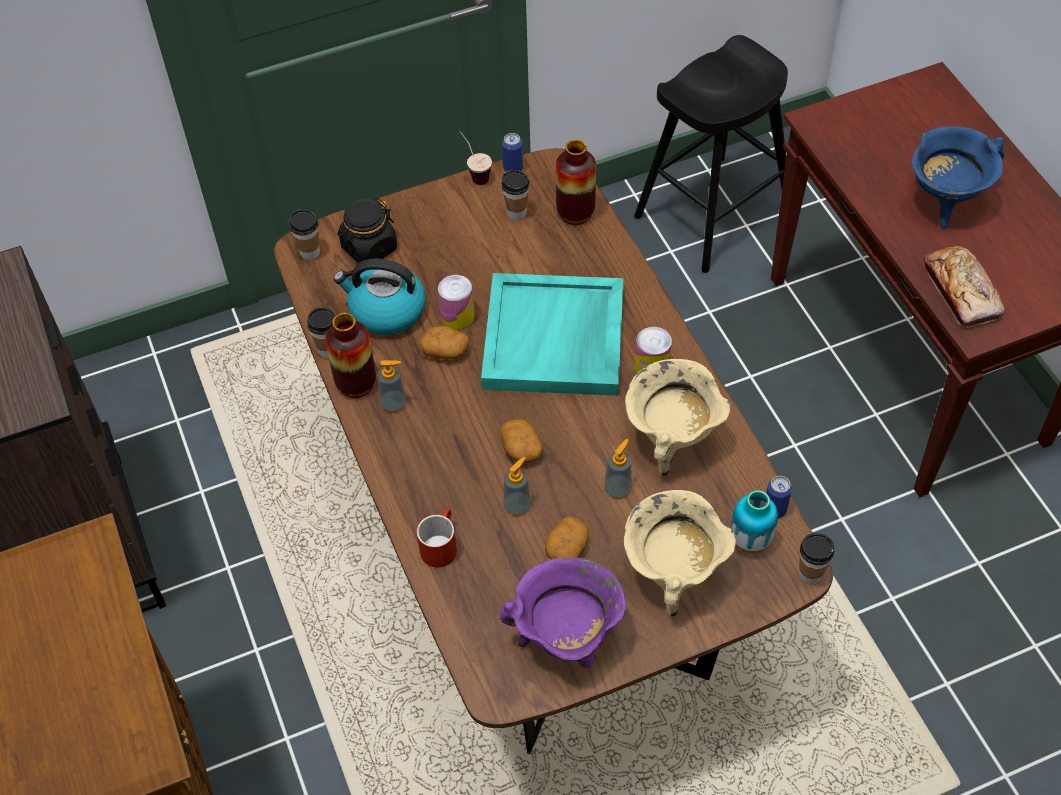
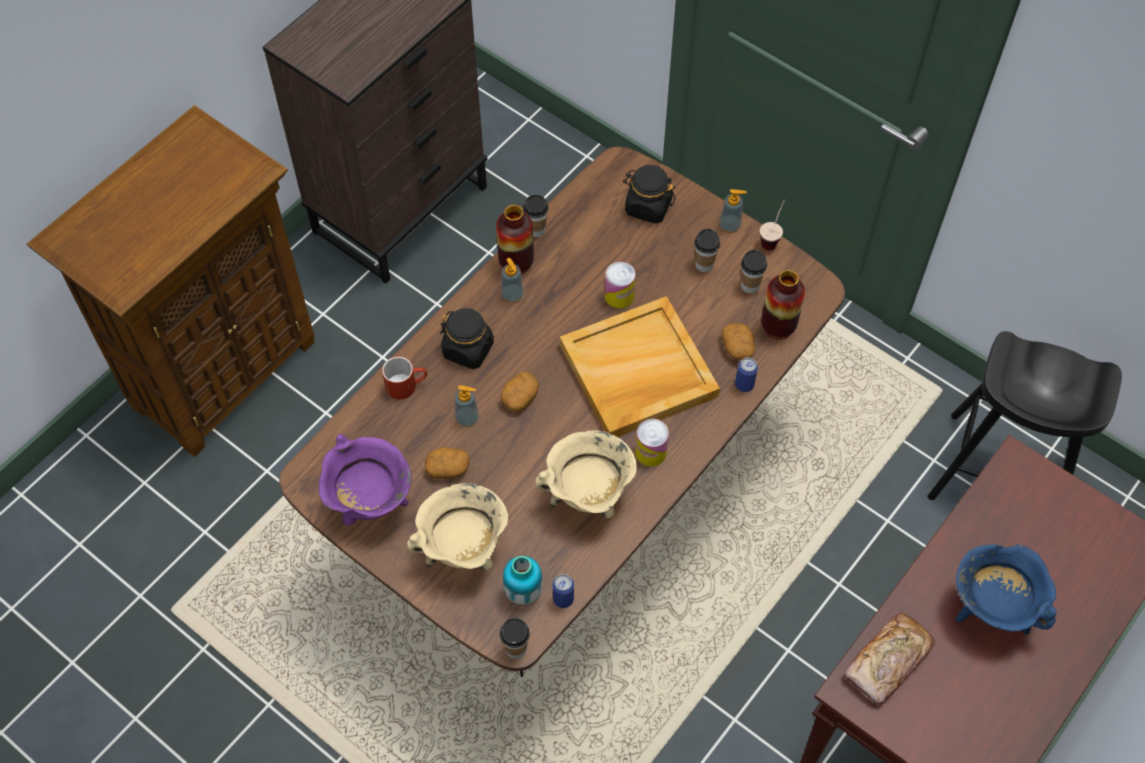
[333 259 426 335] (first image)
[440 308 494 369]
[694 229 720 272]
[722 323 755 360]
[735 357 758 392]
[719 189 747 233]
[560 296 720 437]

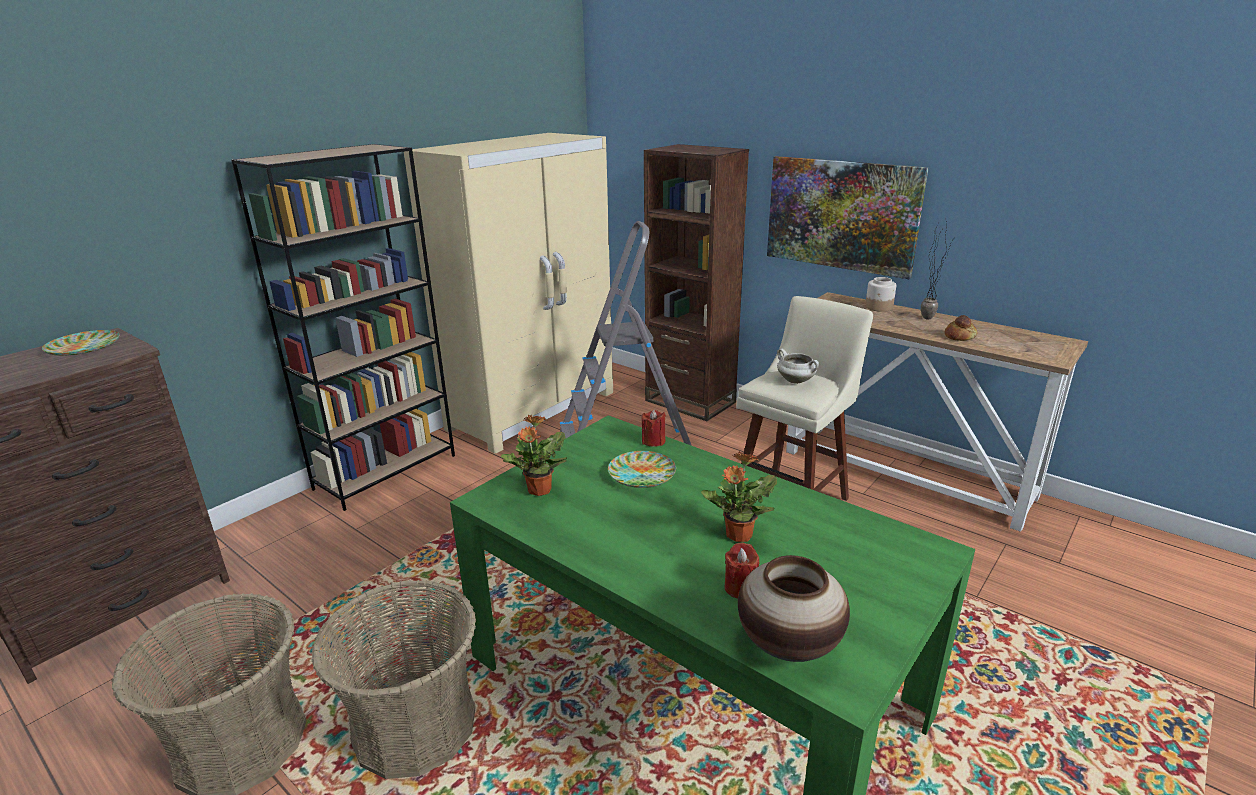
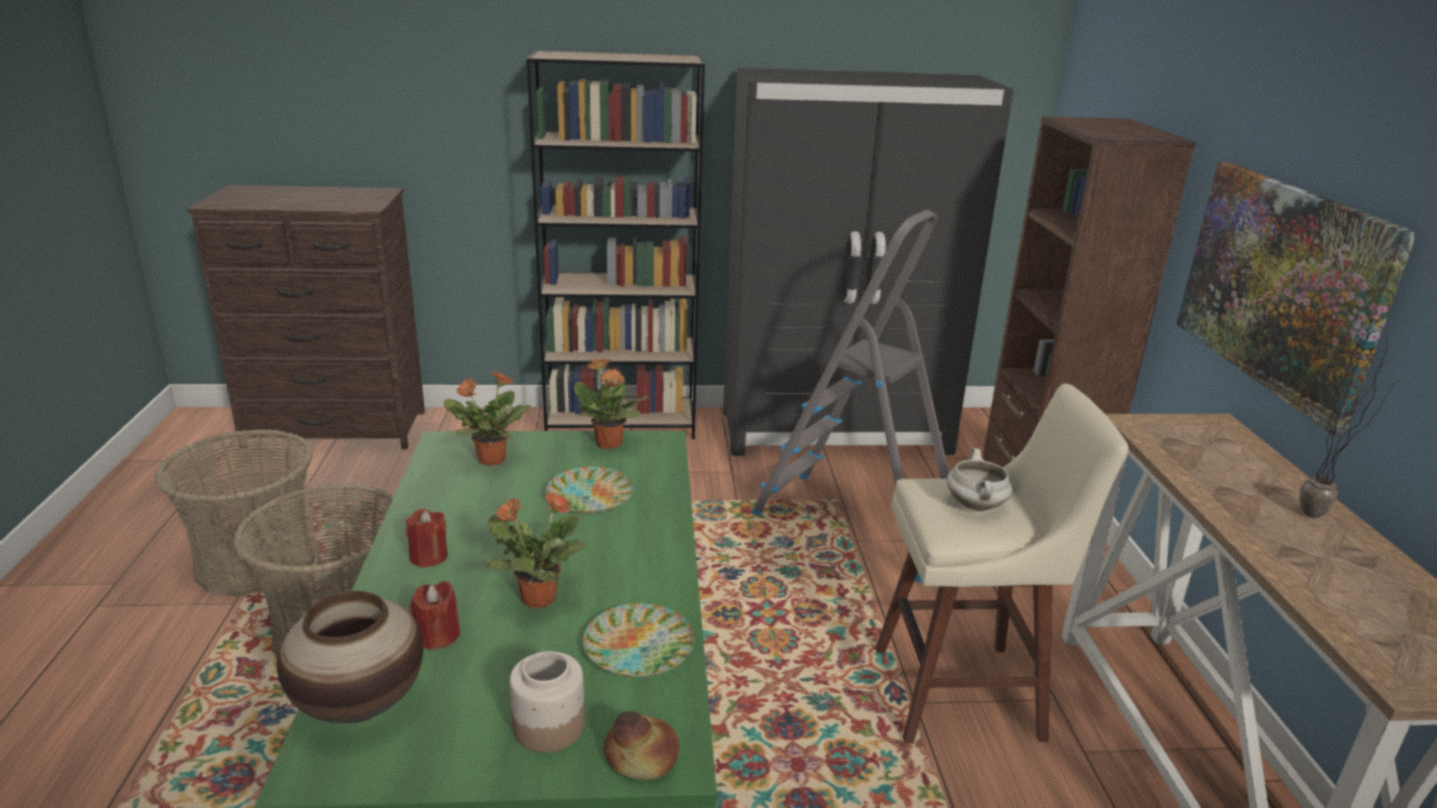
[574 358 649 449]
[583 603 695 677]
[406 509 448 568]
[510 651 585 753]
[604 711 680 780]
[723 68 1014 456]

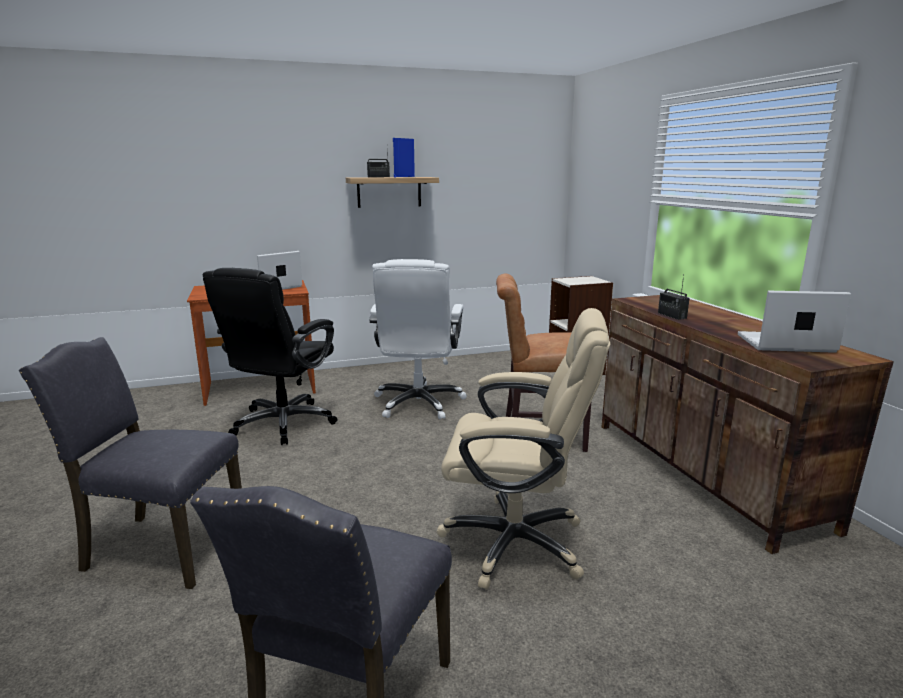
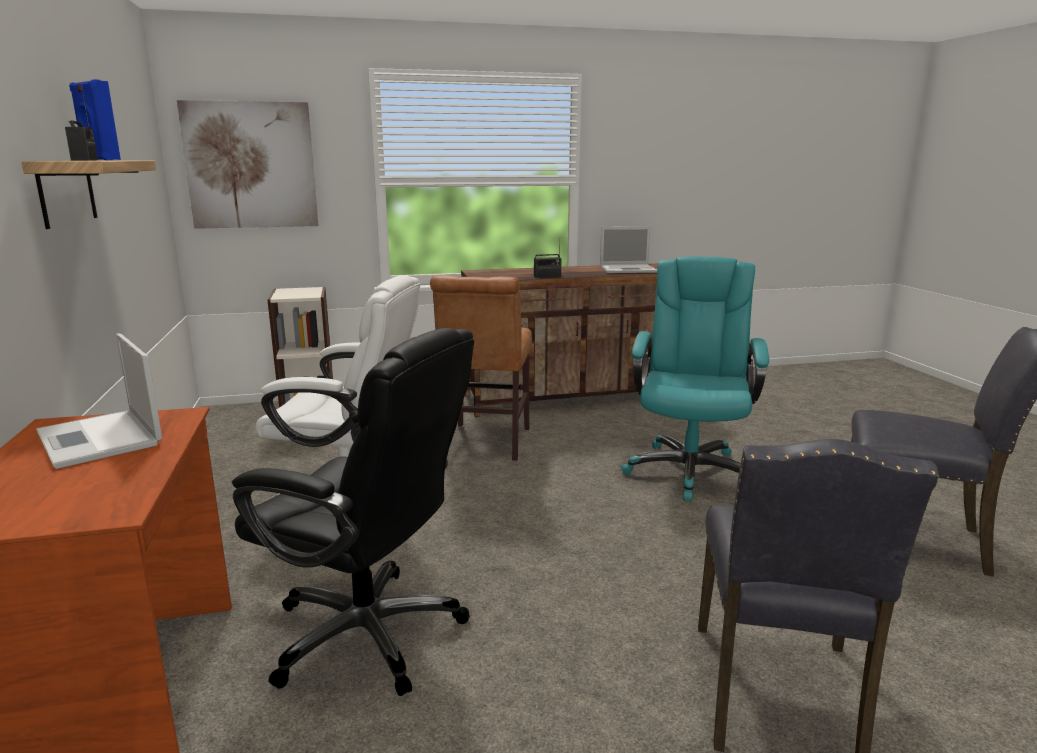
[177 100 318 229]
[621 256 769 502]
[600 226 657 273]

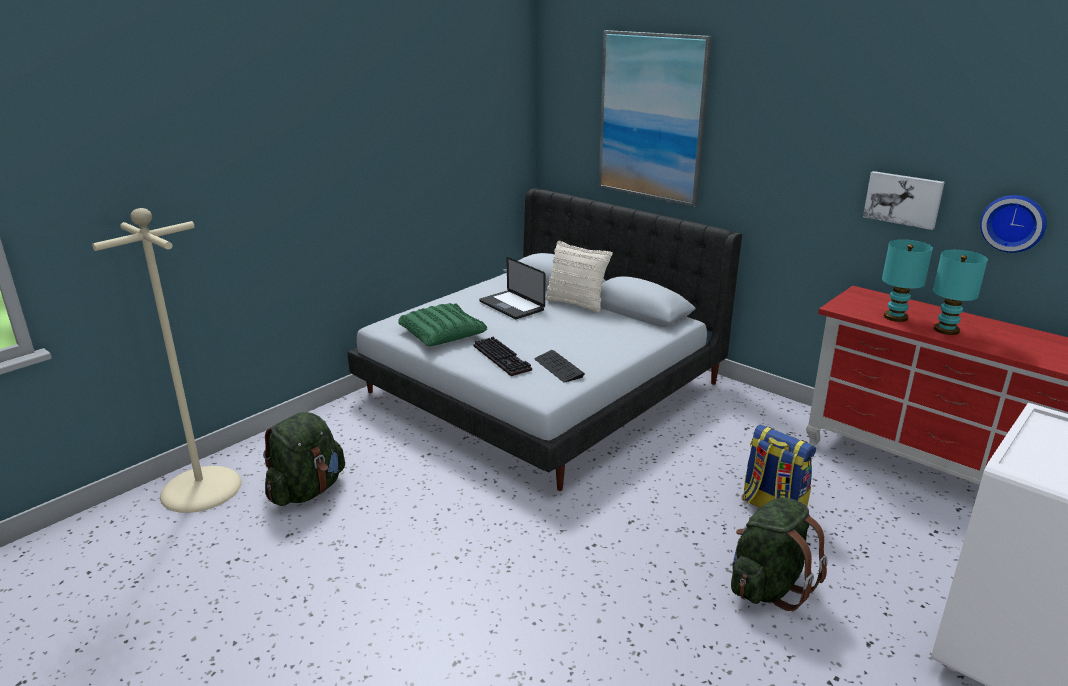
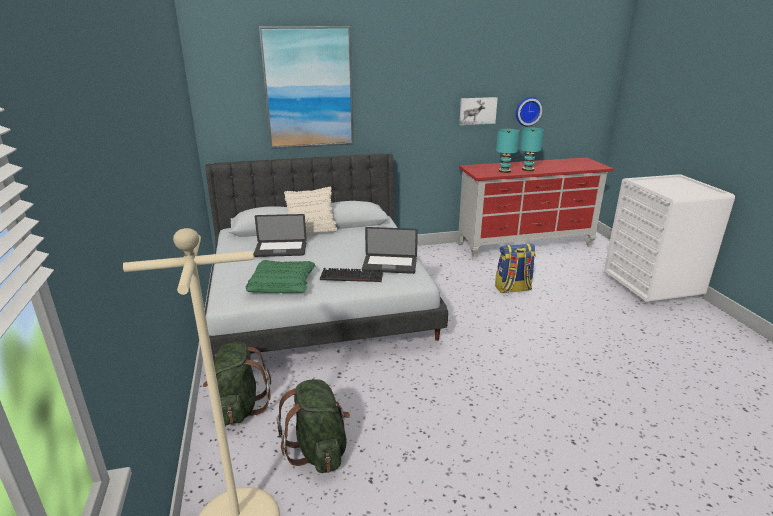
[203 342 271 425]
[362 227 418 274]

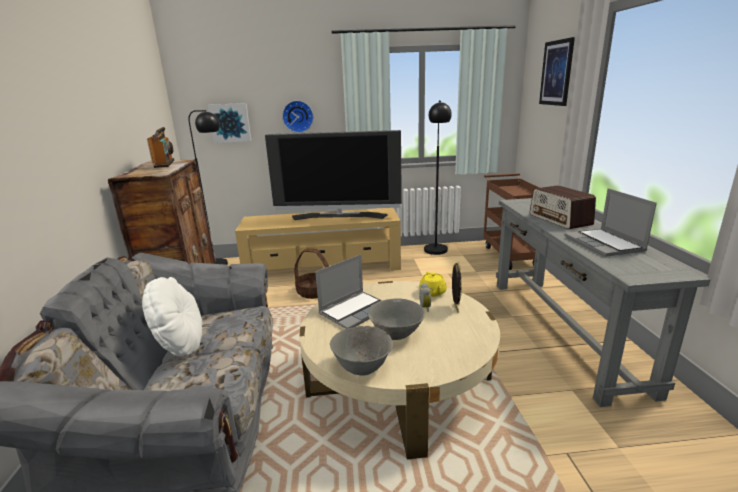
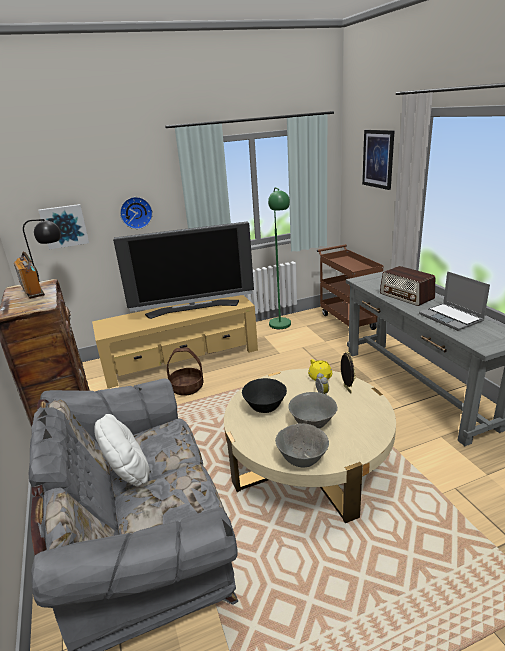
[242 378 287 413]
[268 187 291 329]

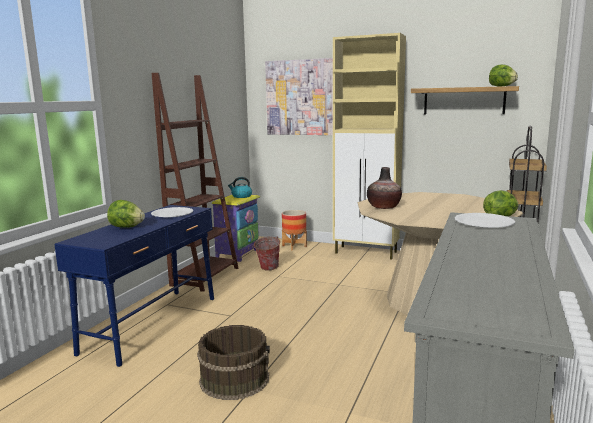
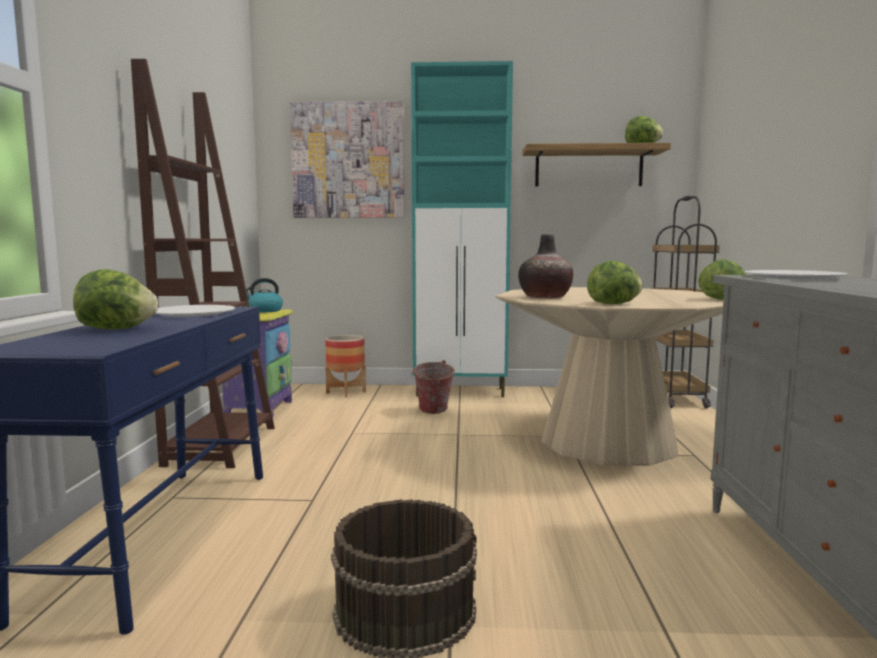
[587 261 643 304]
[411 360 455 414]
[411 61 513 397]

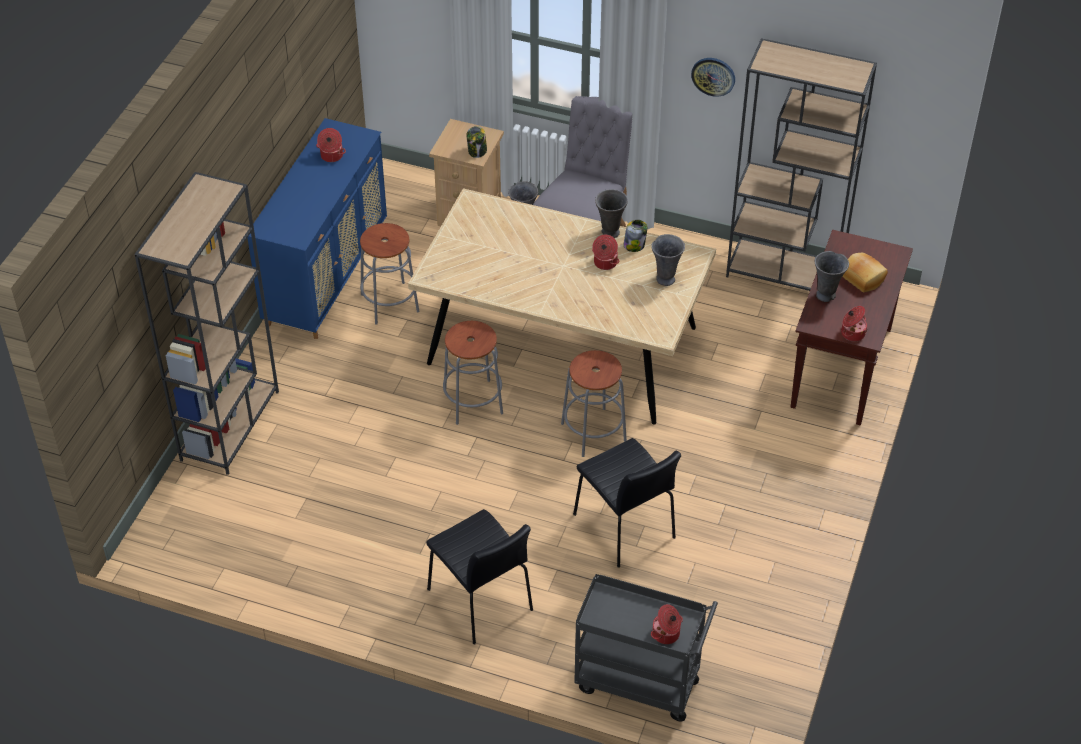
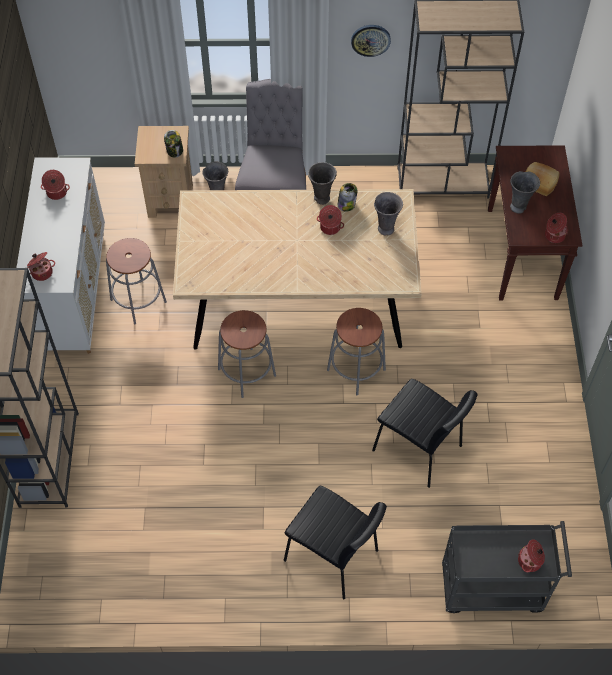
[27 252 55 281]
[16 157 105 354]

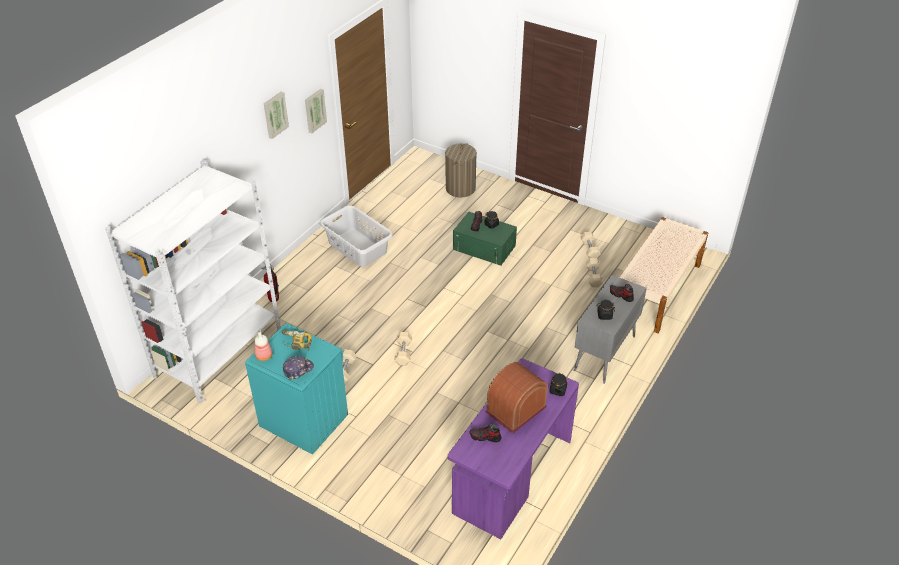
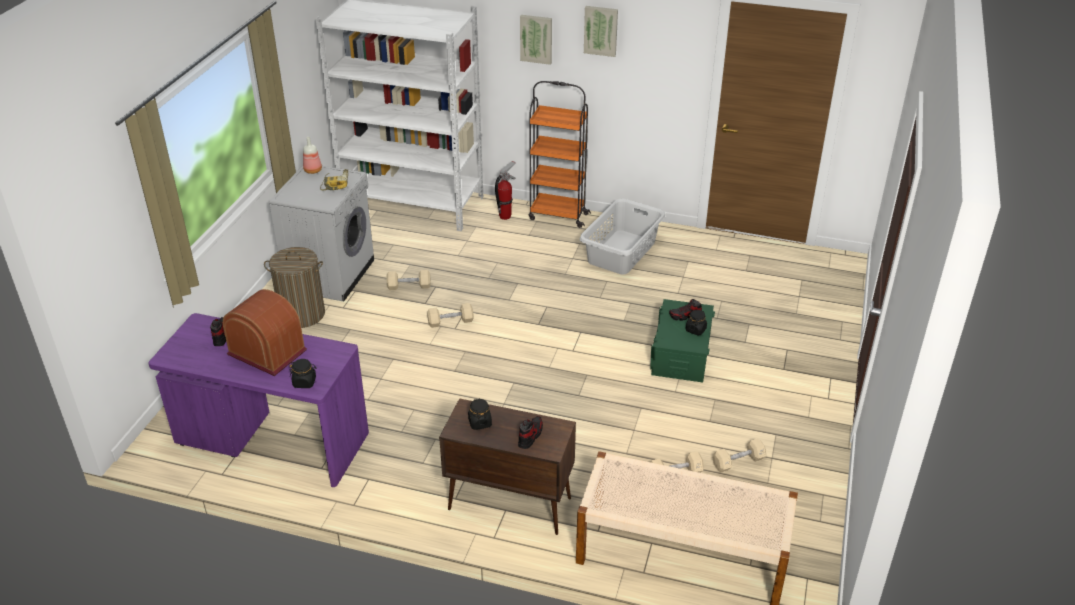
[283 356 314 380] (first image)
[528 81 591 228]
[520 15 552 65]
[264 247 325 328]
[269 165 374 302]
[439 398 576 535]

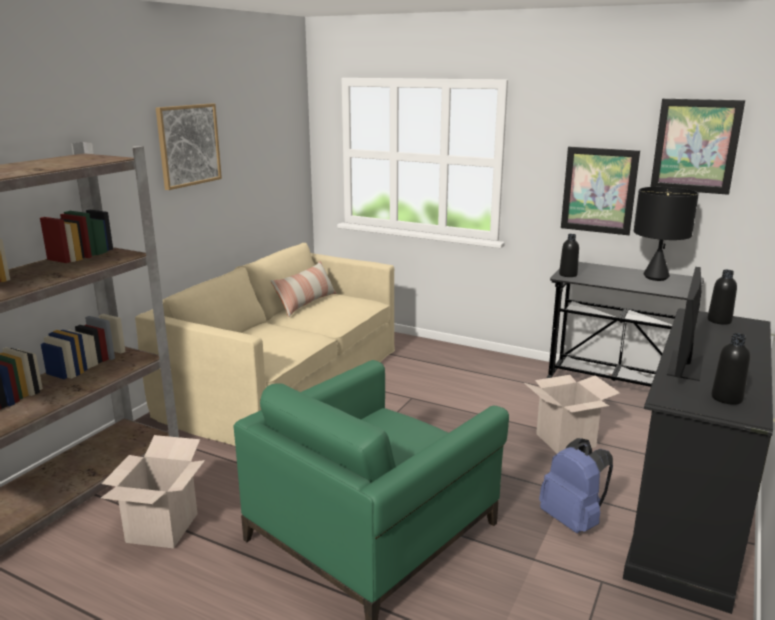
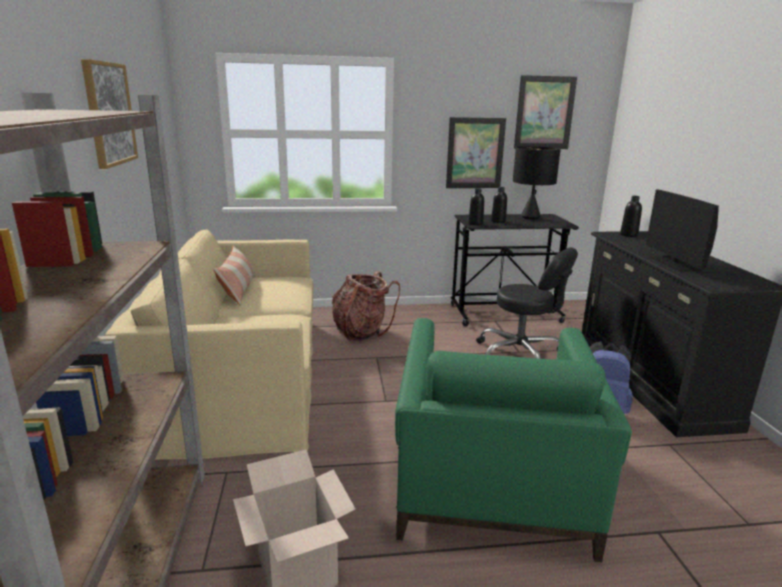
[332 271 400 341]
[491 187 507 223]
[476 247 578 359]

